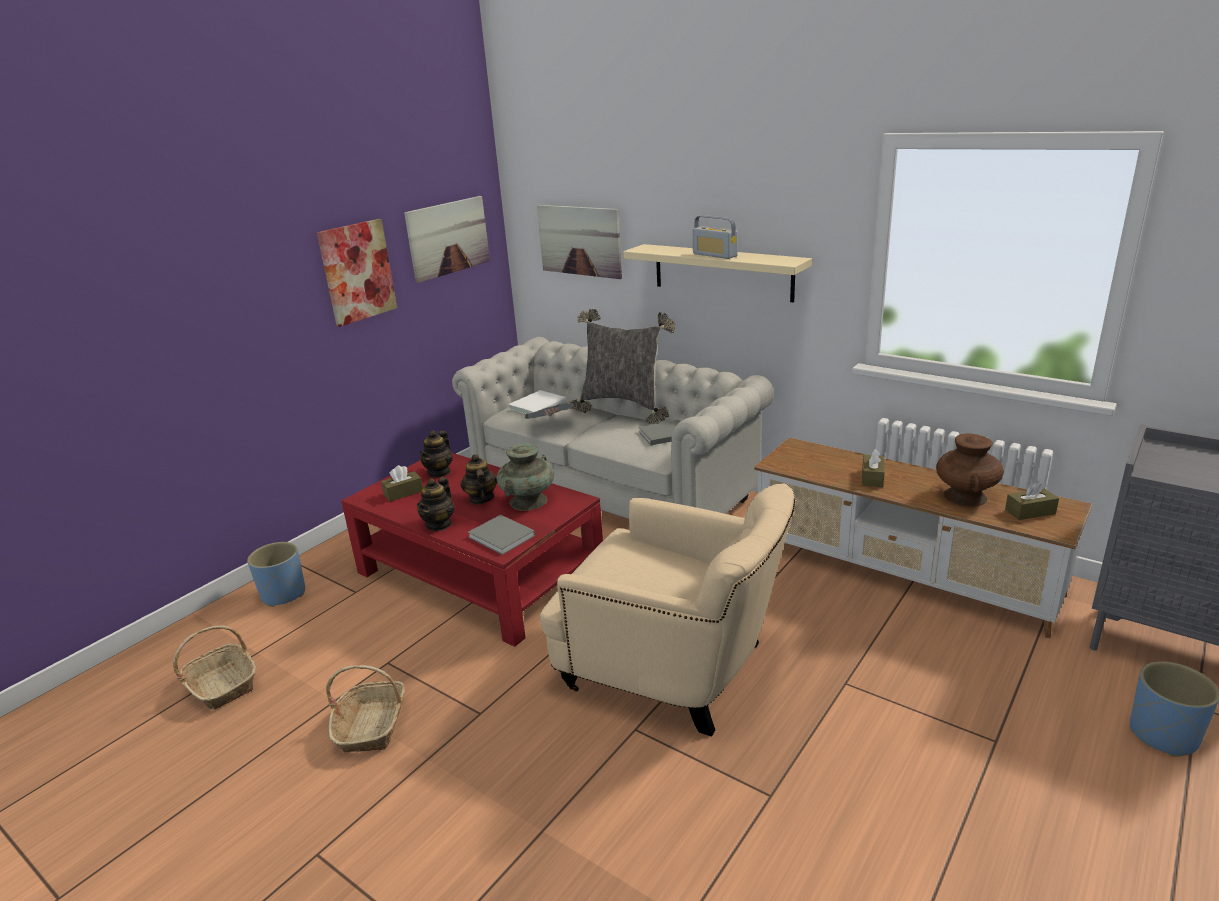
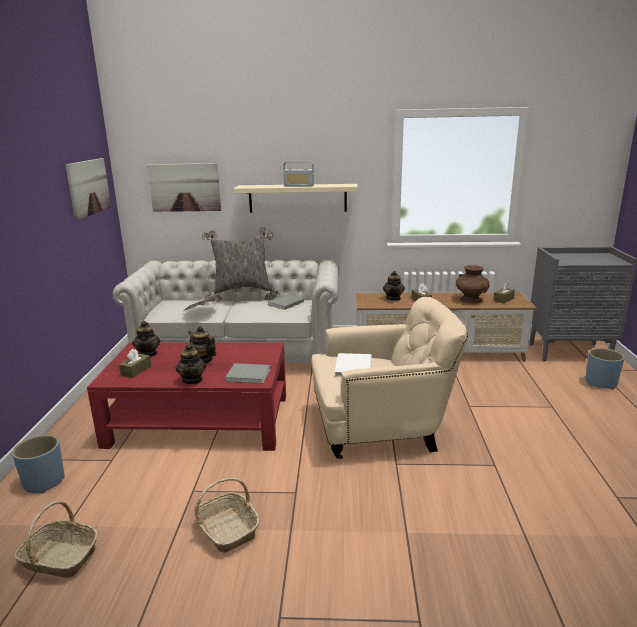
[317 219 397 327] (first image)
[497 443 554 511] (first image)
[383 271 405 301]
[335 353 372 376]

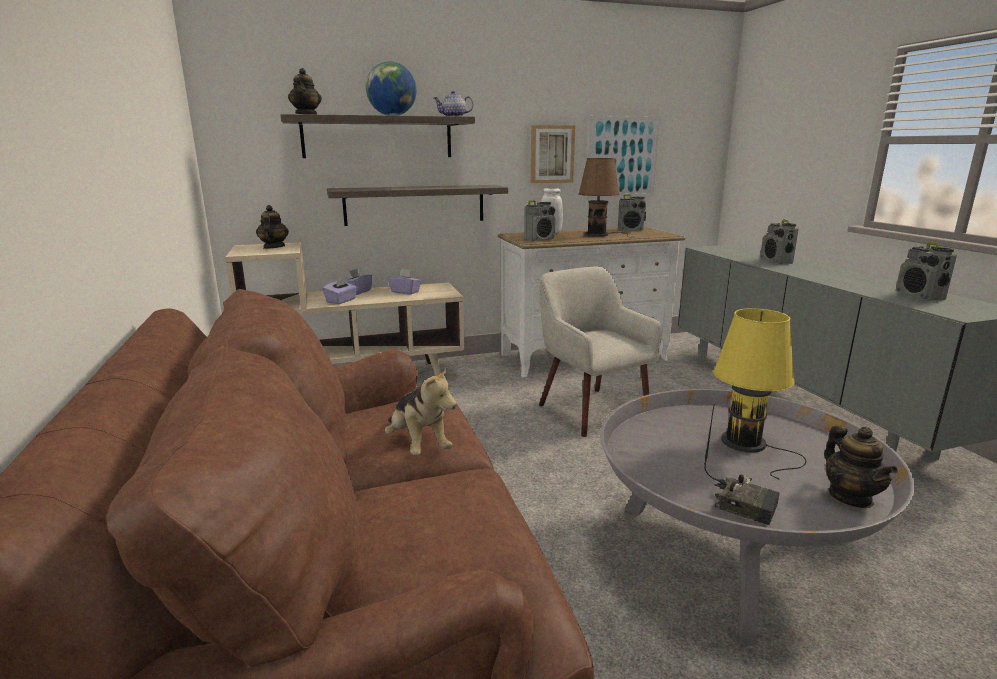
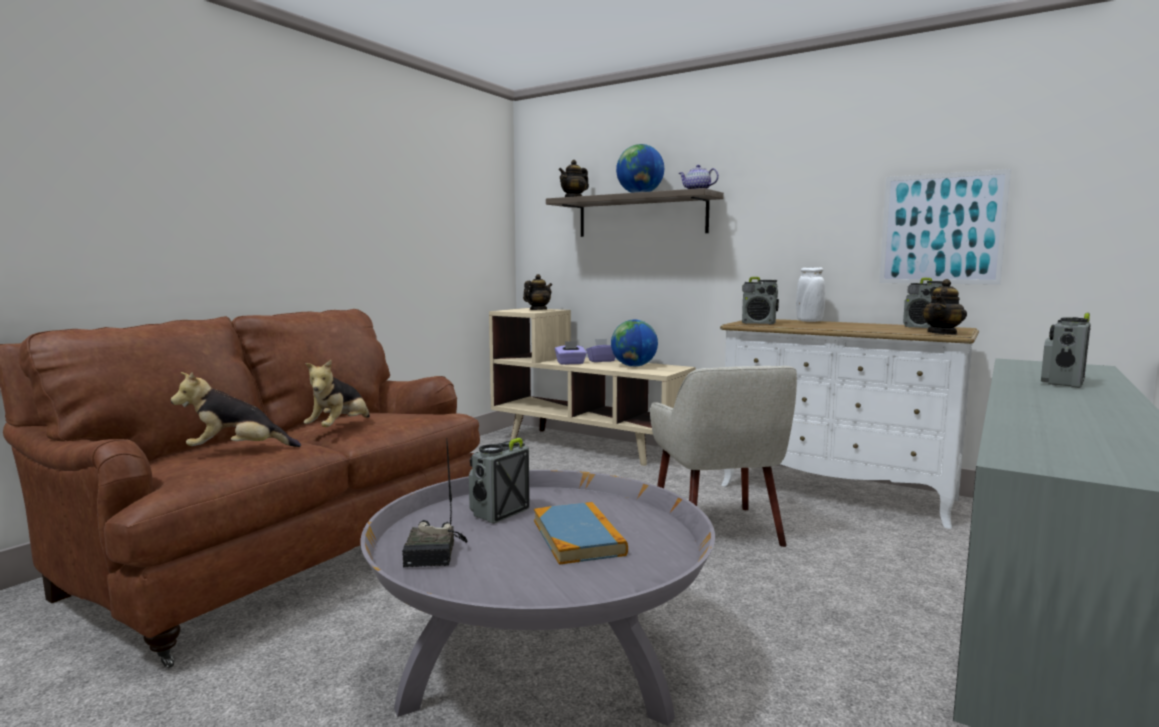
[327 185 508 226] (first image)
[531 125 575 183] (first image)
[579 158 628 237] (first image)
[171 372 301 447]
[921 279 967 335]
[469 438 530 524]
[611 320 658 367]
[534 502 628 565]
[650 366 797 547]

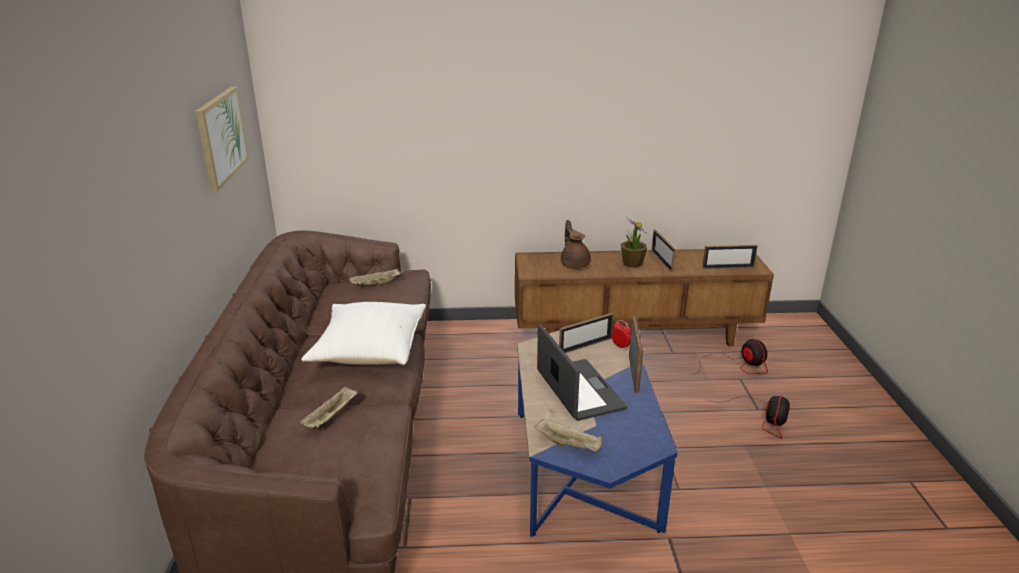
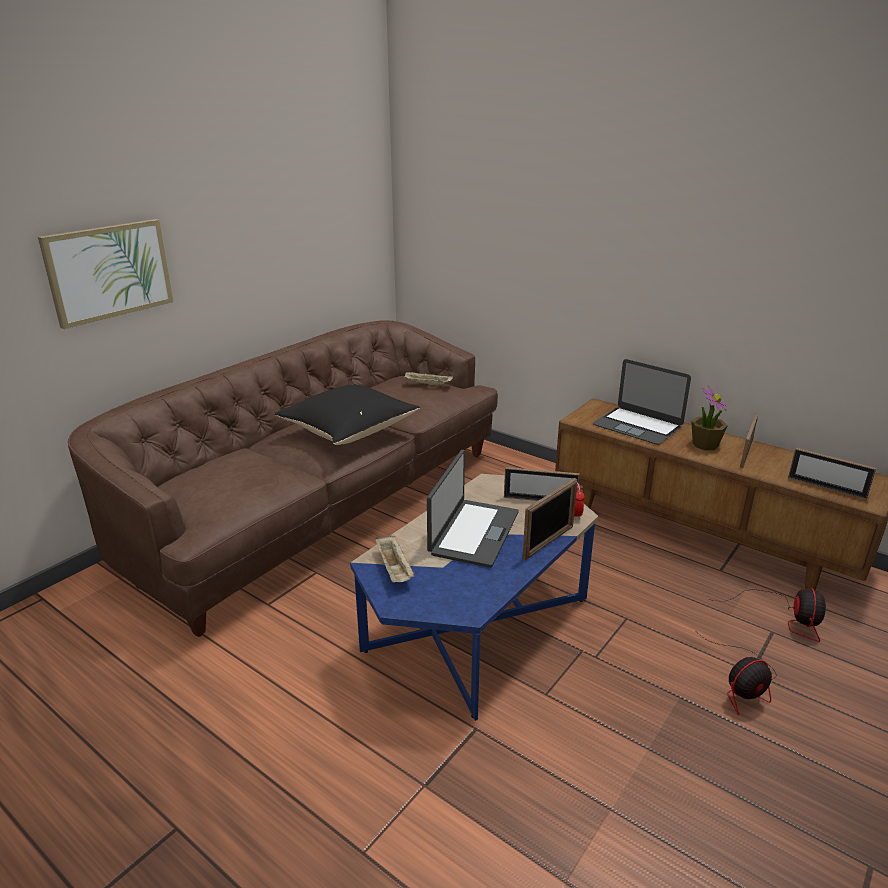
[300 386 357 428] (first image)
[38 219 173 329]
[593 359 691 445]
[275 384 420 445]

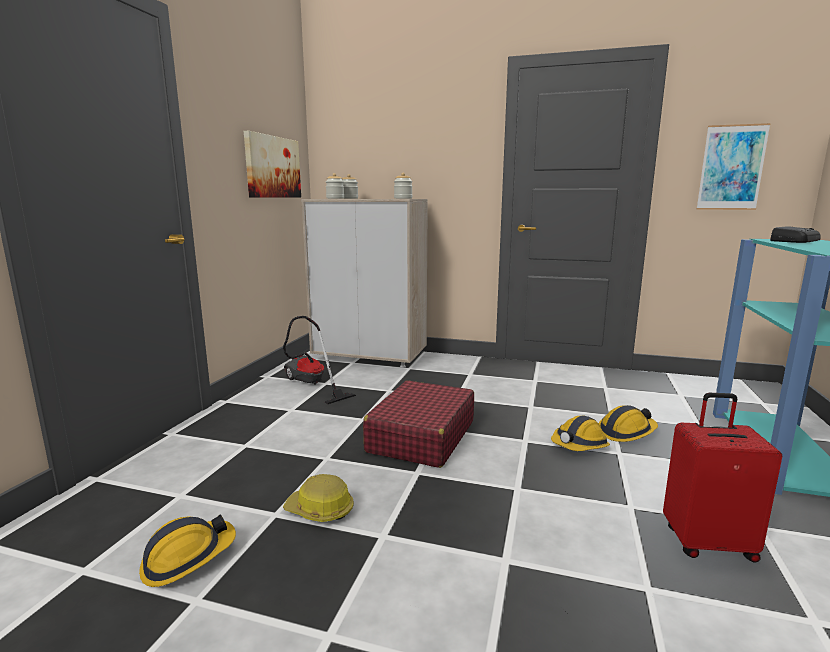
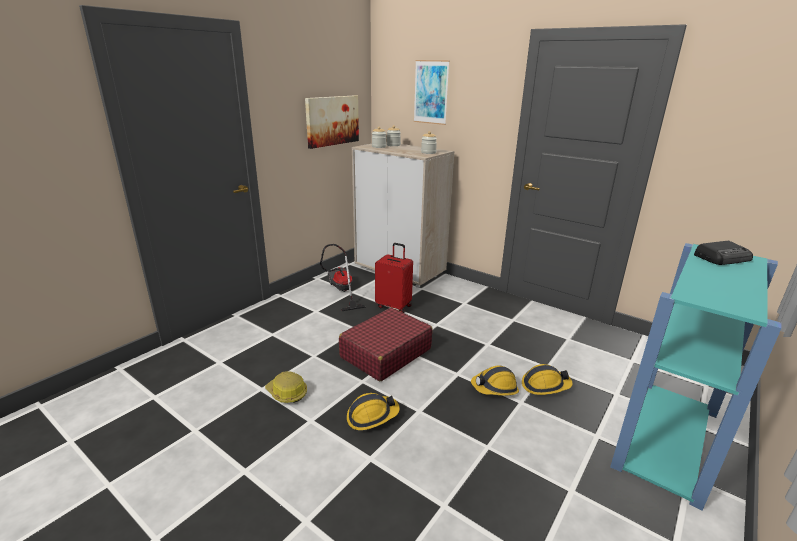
[347 393 400 430]
[375 243 413 313]
[414 60 450 125]

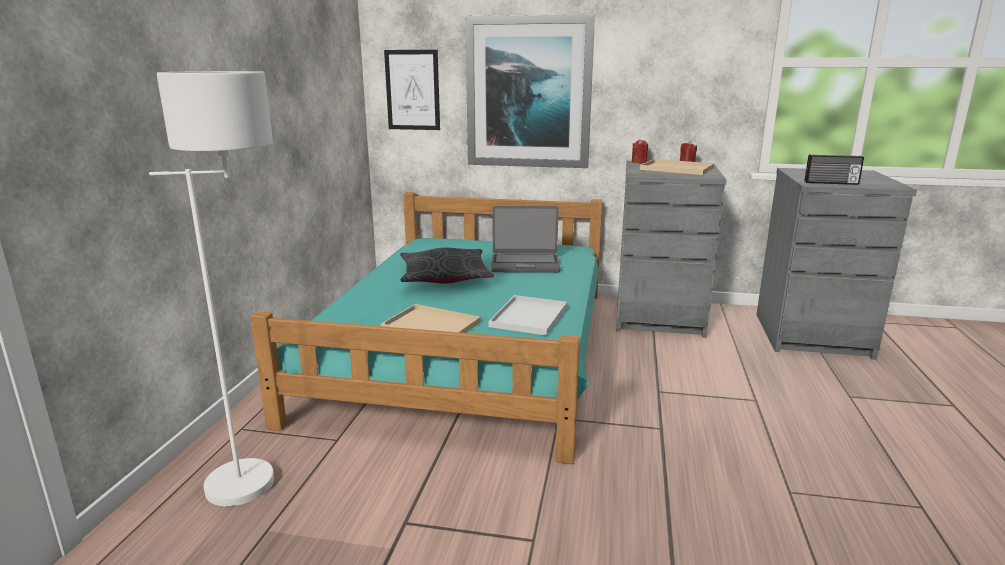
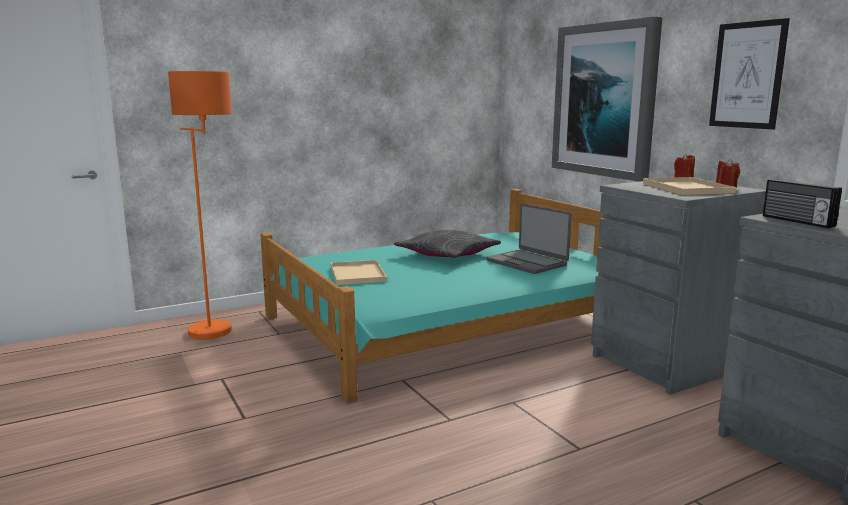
[488 295 567 336] (first image)
[709 18 790 130]
[168 71 232 340]

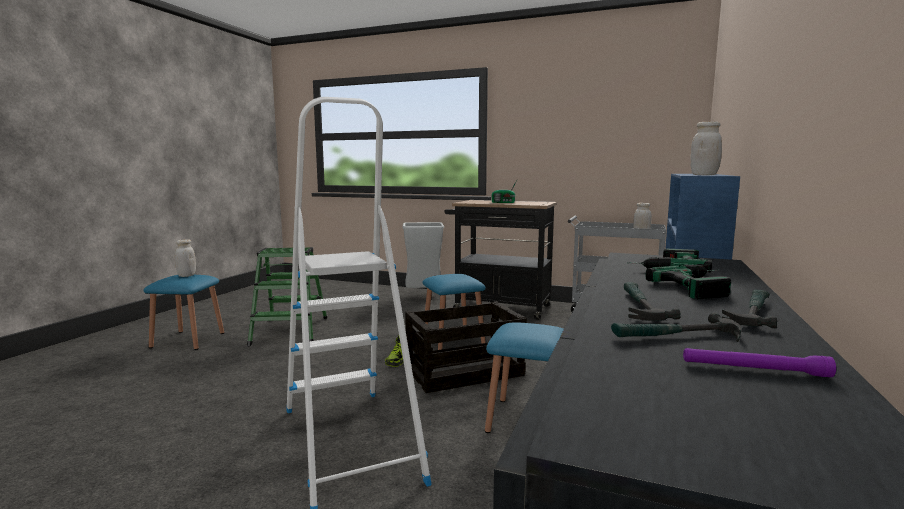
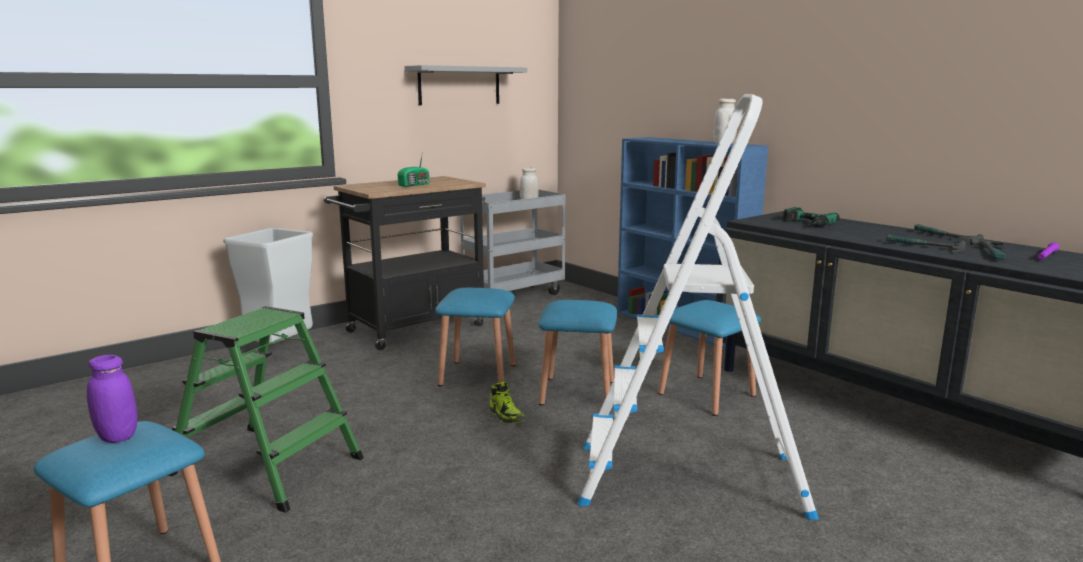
[646 265 731 299] (first image)
[405 65 527 105]
[539 300 617 405]
[87 355 137 443]

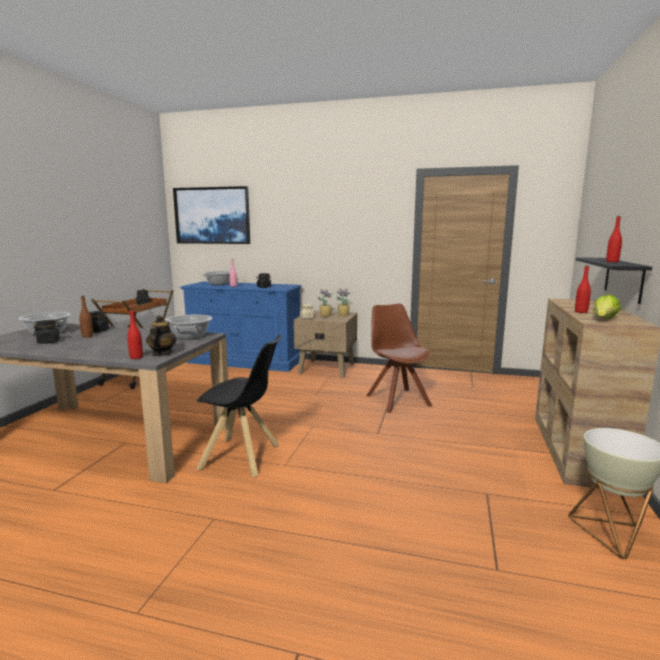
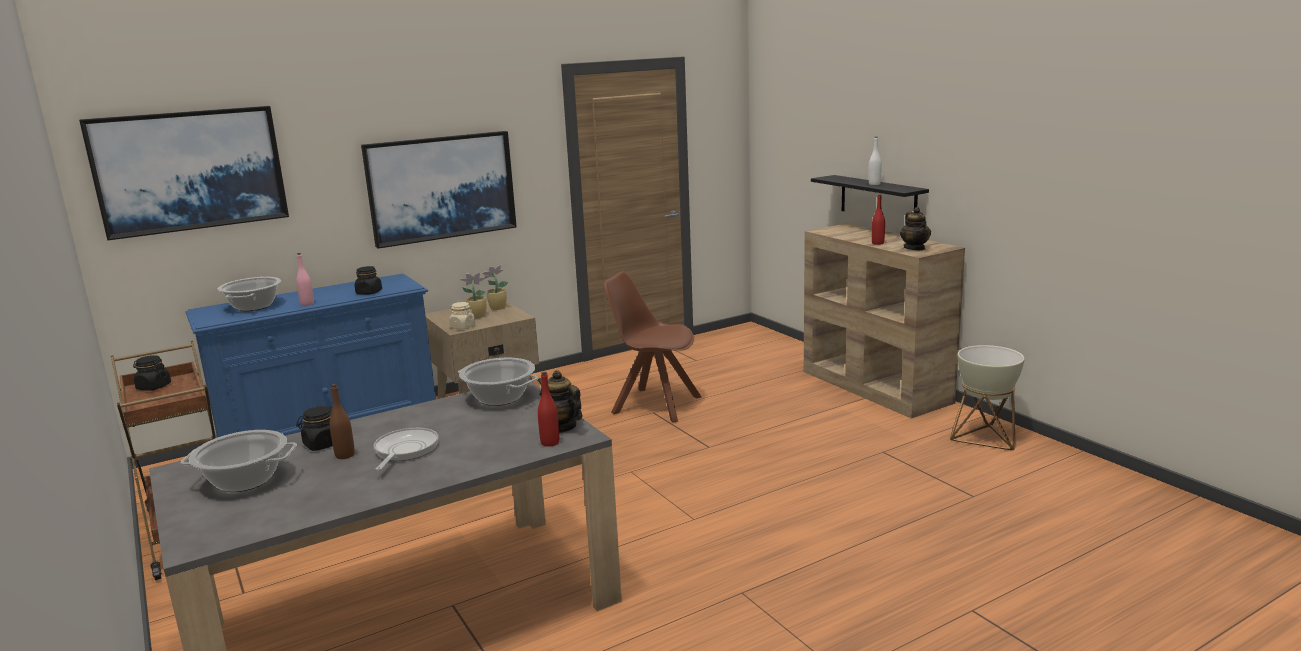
[33 320 61 344] (first image)
[197 335 282 477] (first image)
[361 131 517 249]
[374 428 438 470]
[900 207 931 250]
[869 137 882 185]

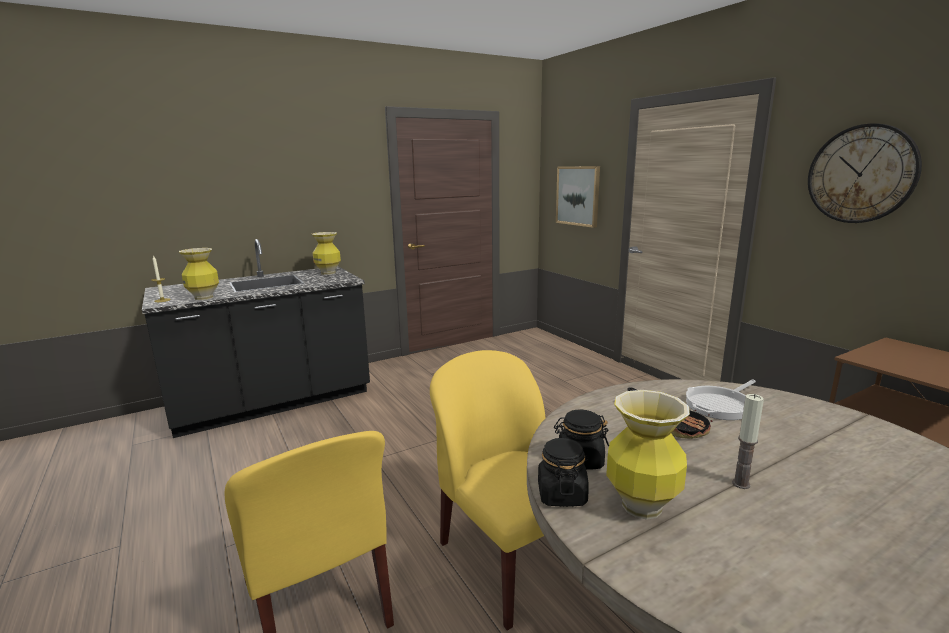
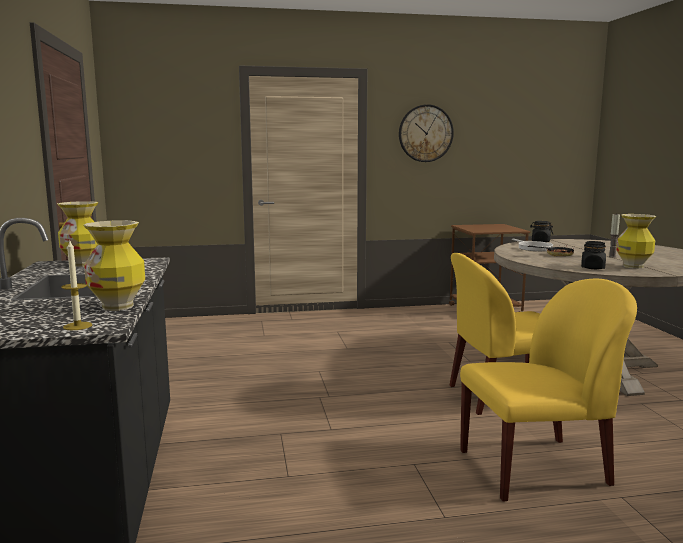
[556 166 600 228] (first image)
[530 221 553 242]

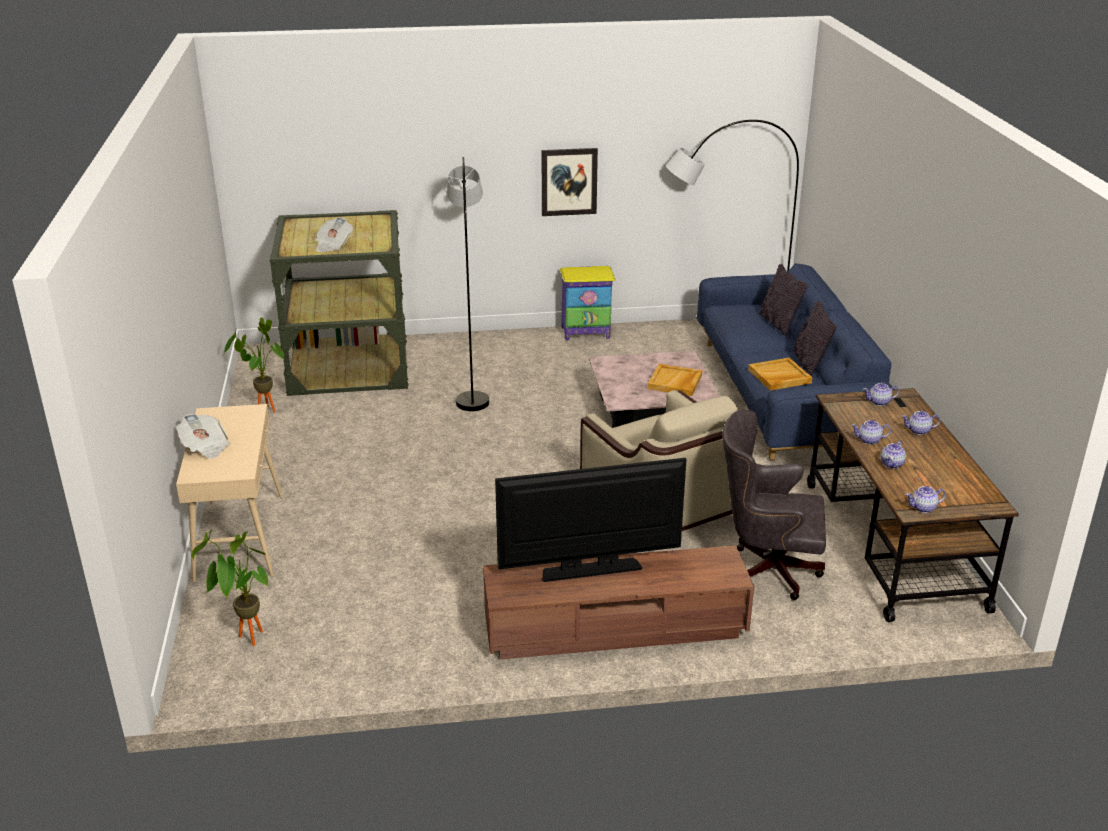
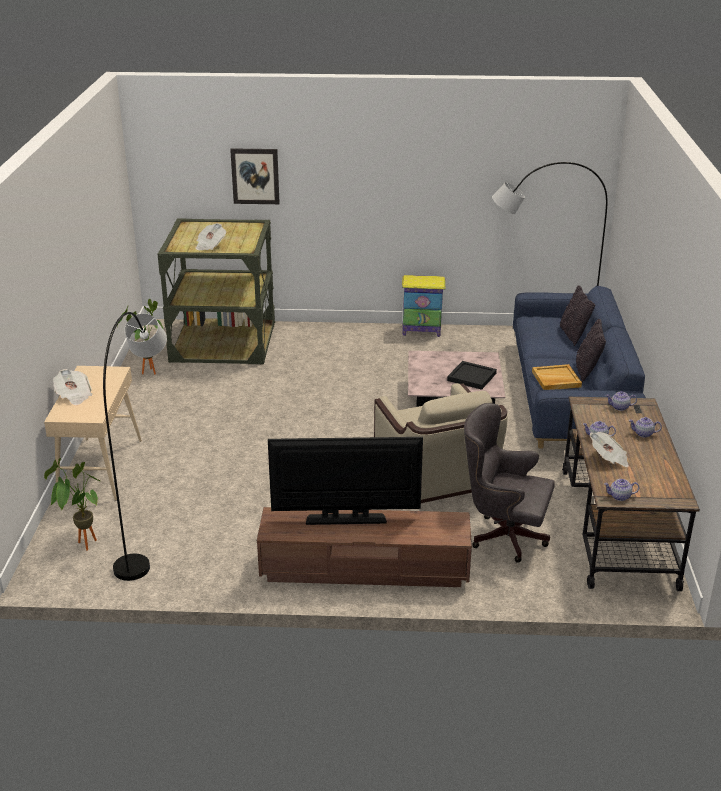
[103 312 167 581]
[230 148 280 204]
[590 432 628 467]
[447 361 497 390]

